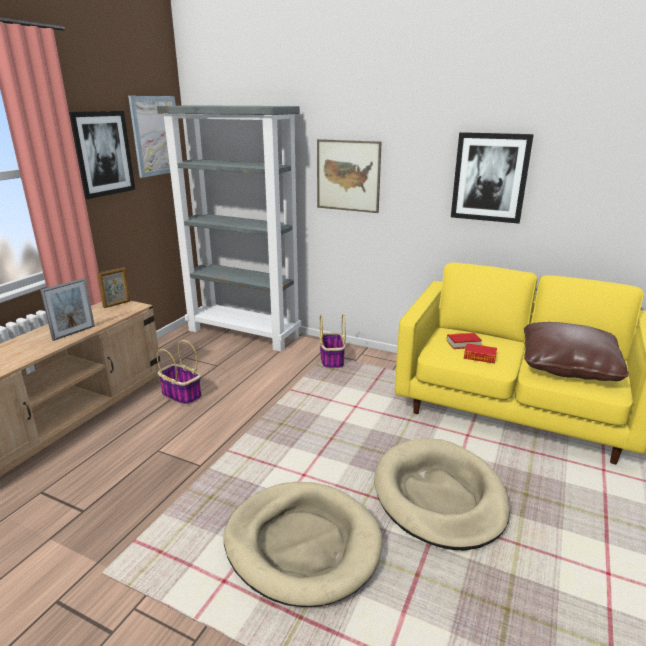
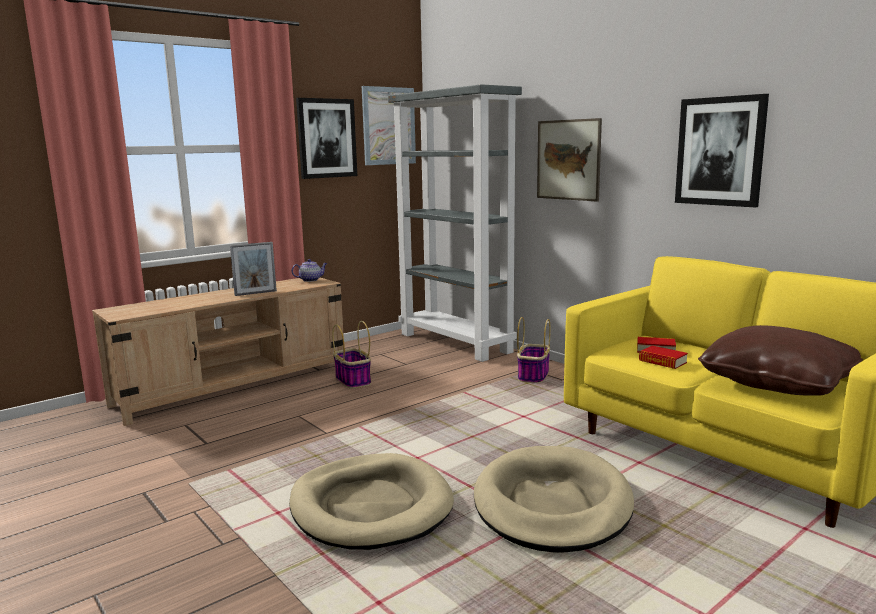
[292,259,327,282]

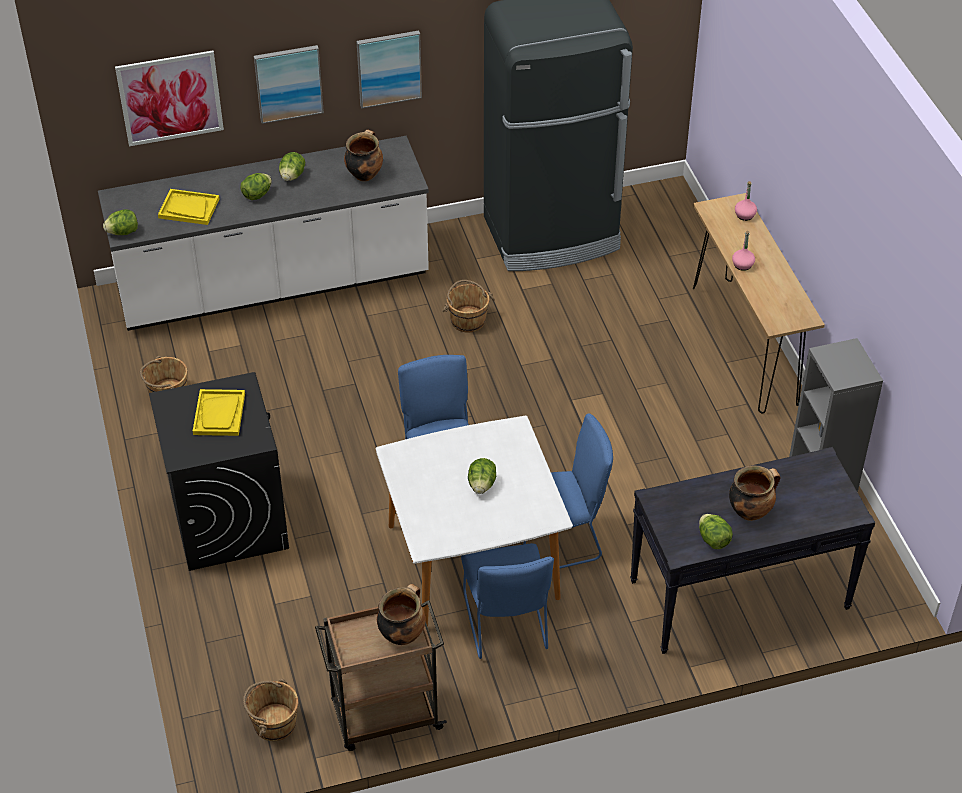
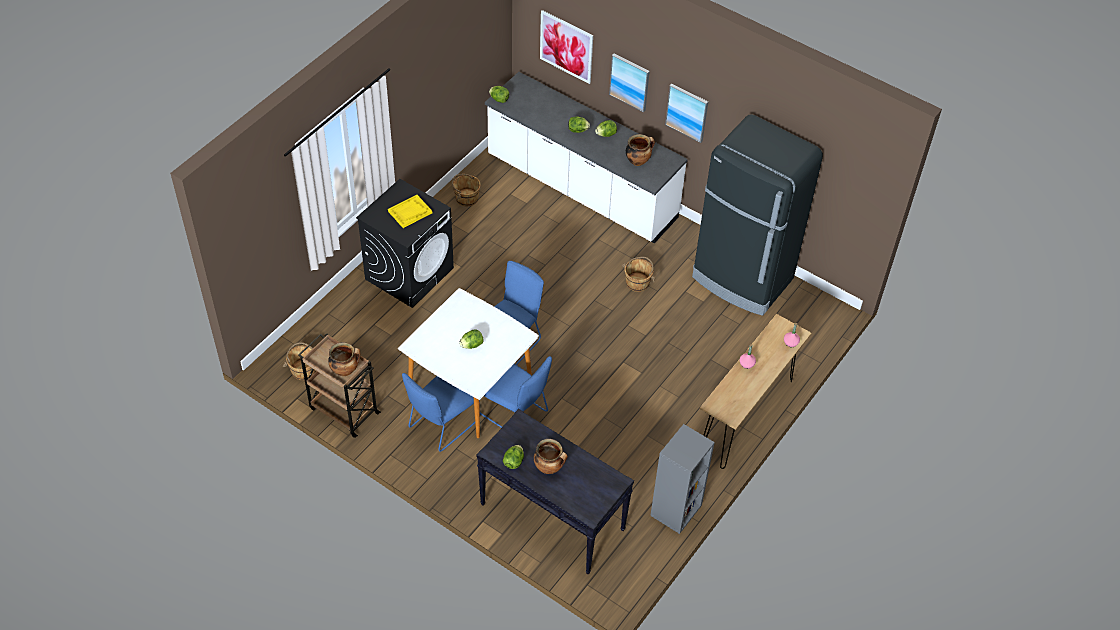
[158,189,219,225] (first image)

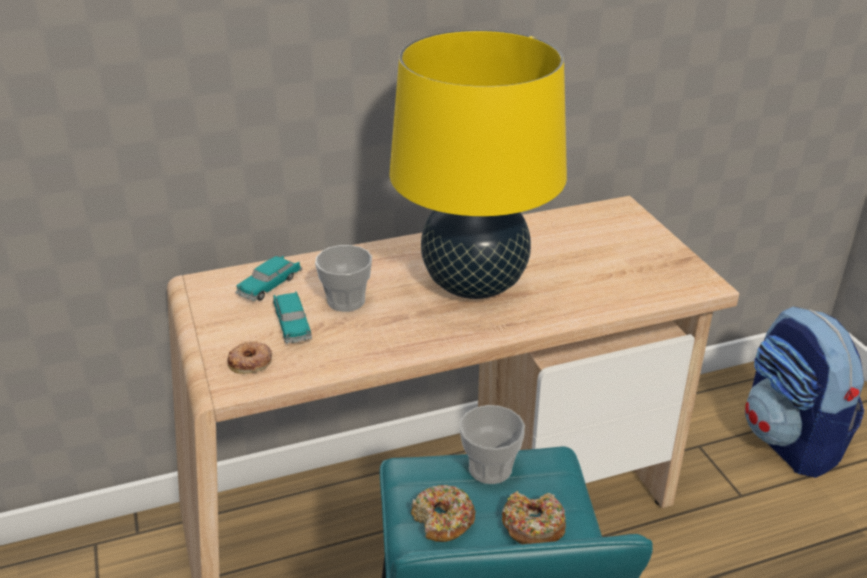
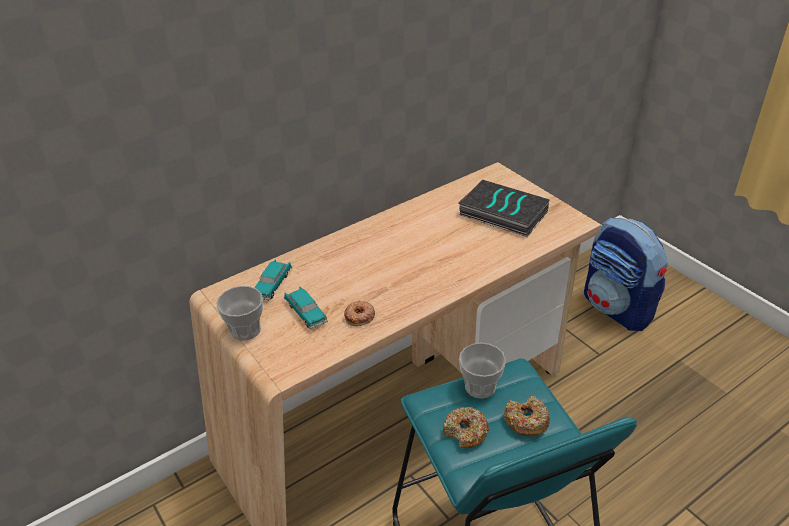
[389,30,567,299] (first image)
[216,286,263,341]
[344,301,375,326]
[459,180,549,237]

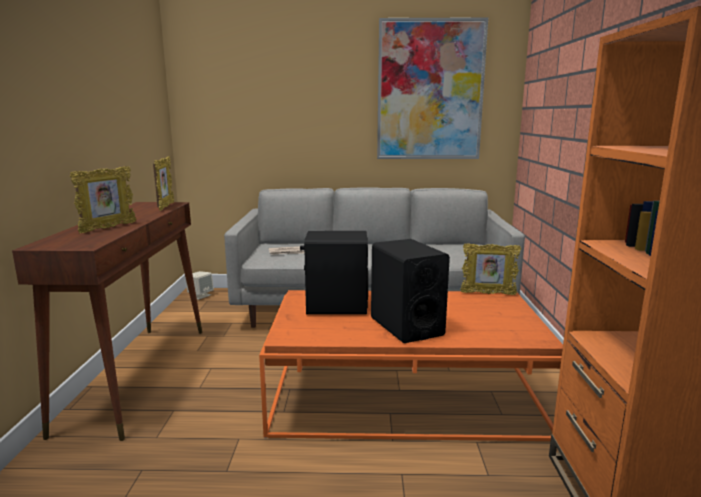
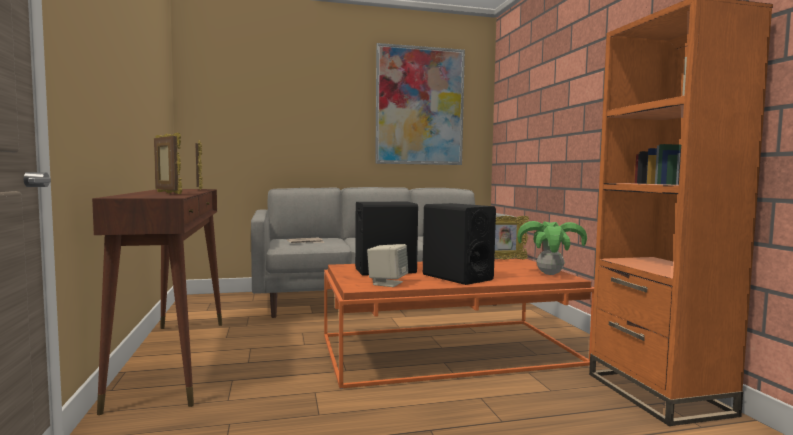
[154,133,182,194]
[367,244,408,287]
[517,221,587,275]

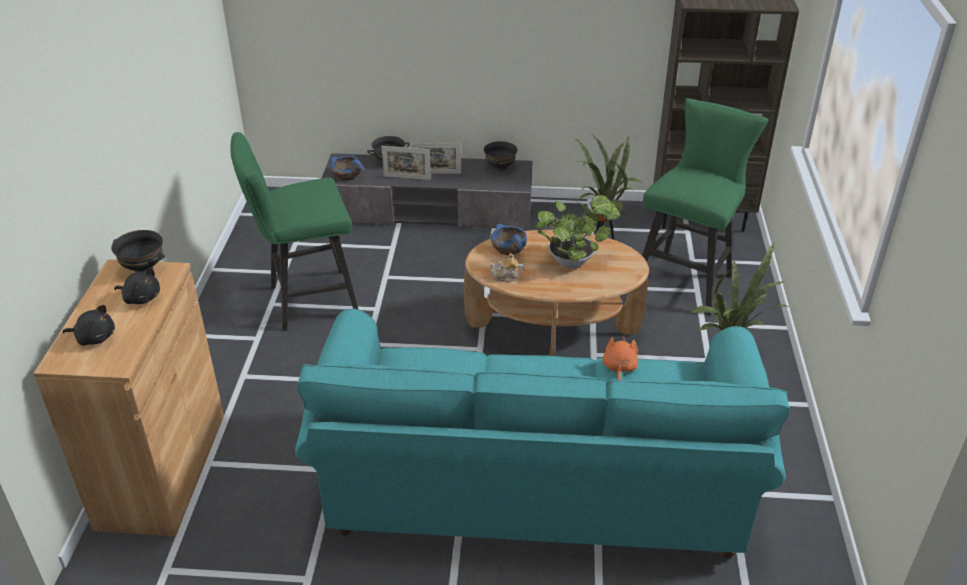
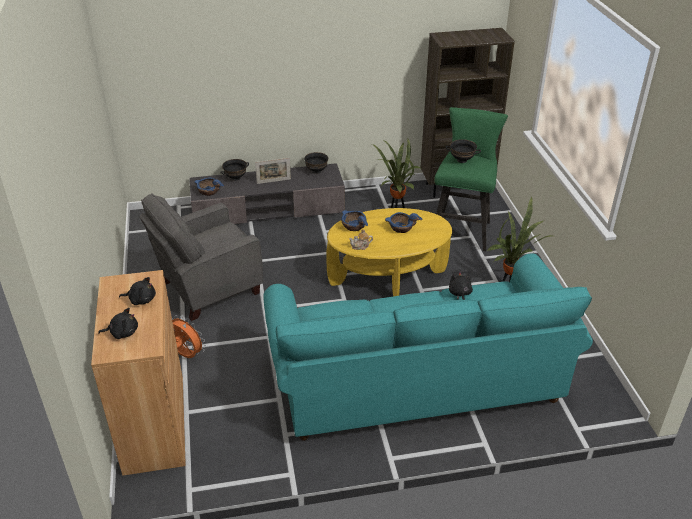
[139,193,263,321]
[382,146,431,180] (first image)
[385,212,423,233]
[446,139,481,163]
[326,208,452,296]
[449,272,473,300]
[172,315,206,358]

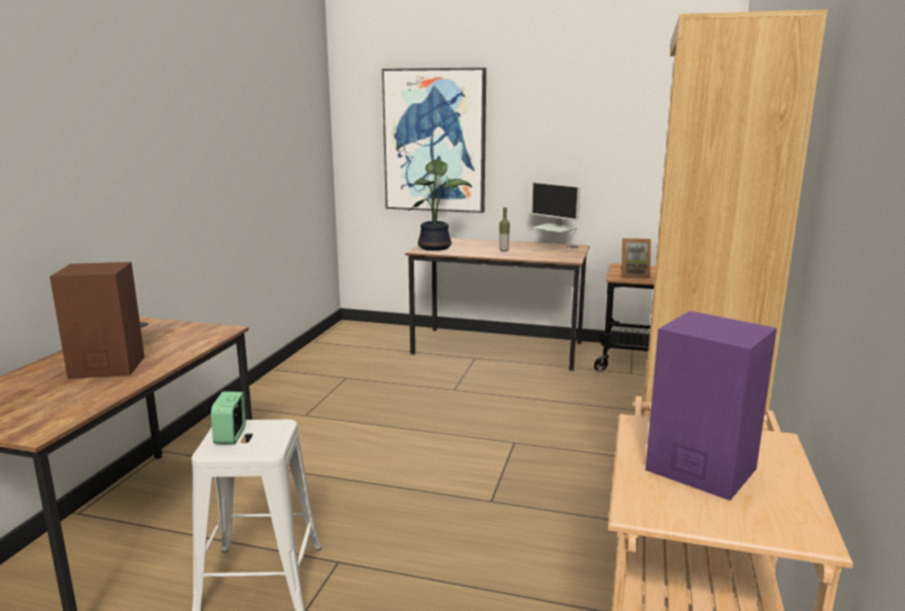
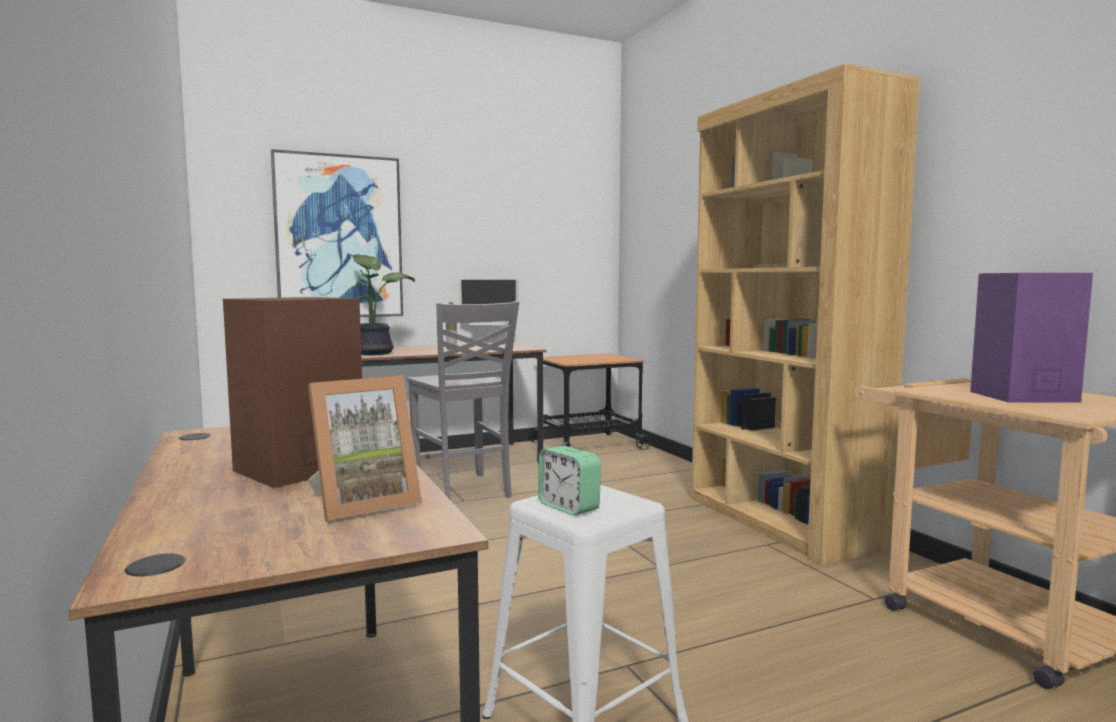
[308,375,422,521]
[407,301,519,500]

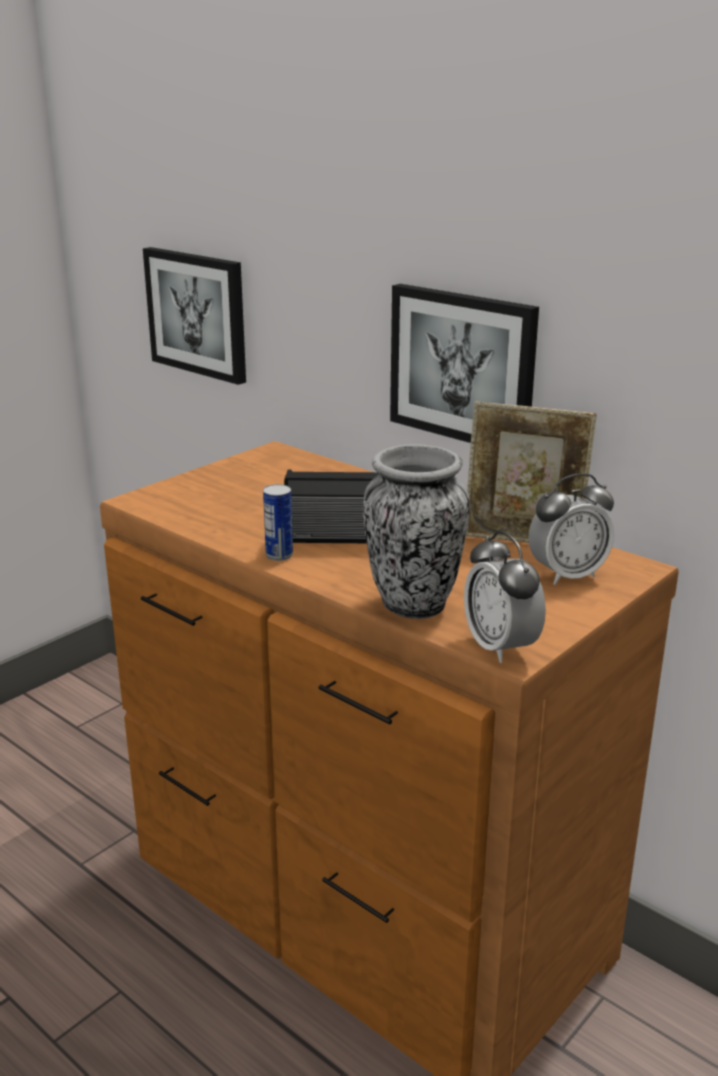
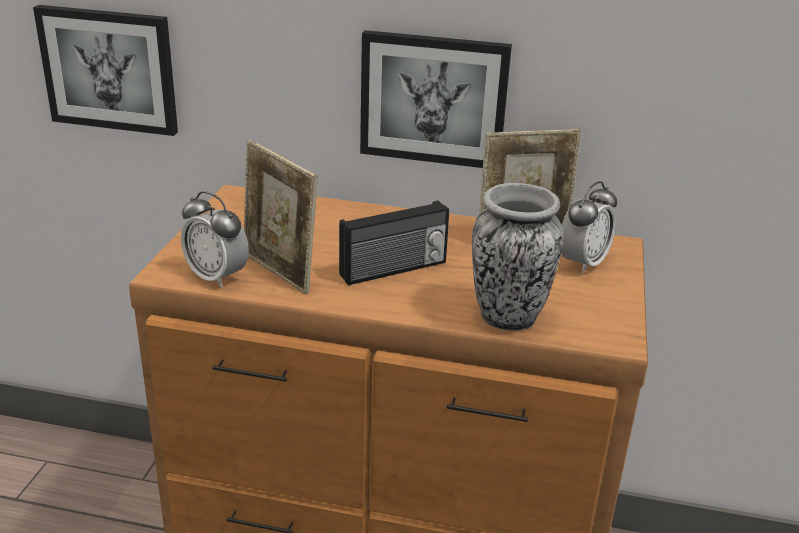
[263,484,293,561] (first image)
[181,191,249,288]
[244,140,318,295]

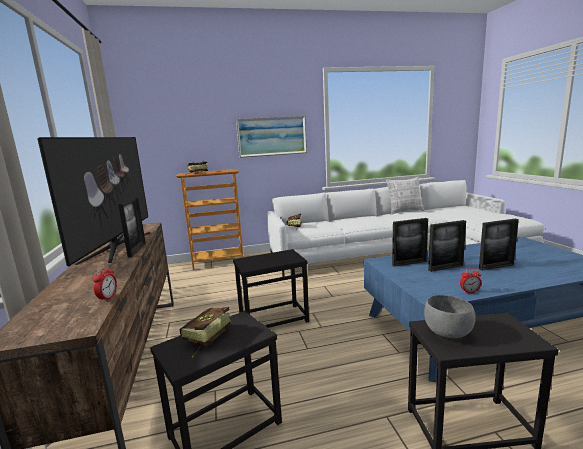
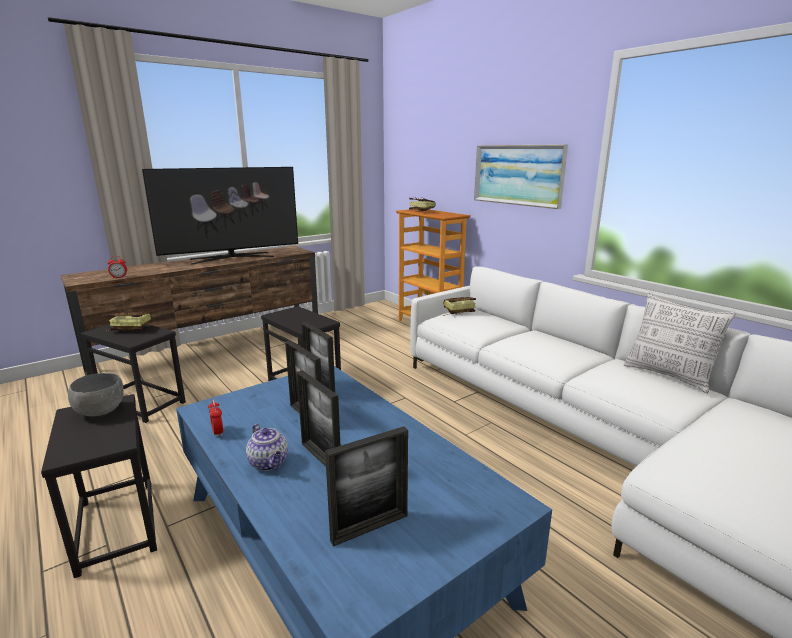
[325,426,408,547]
[246,424,288,471]

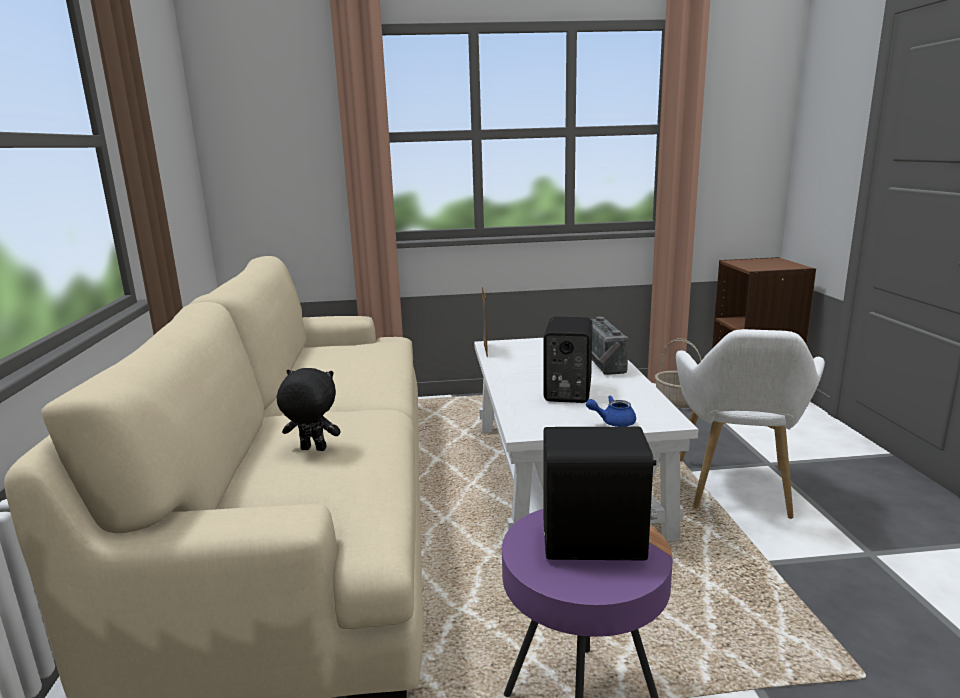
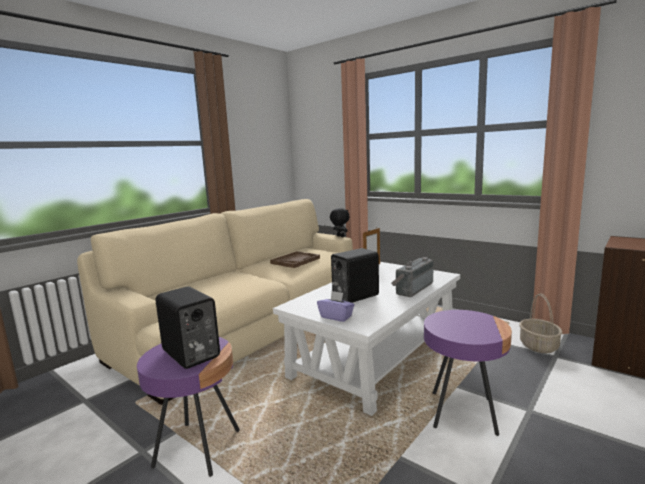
[424,310,512,436]
[330,208,350,237]
[317,291,355,322]
[270,251,320,268]

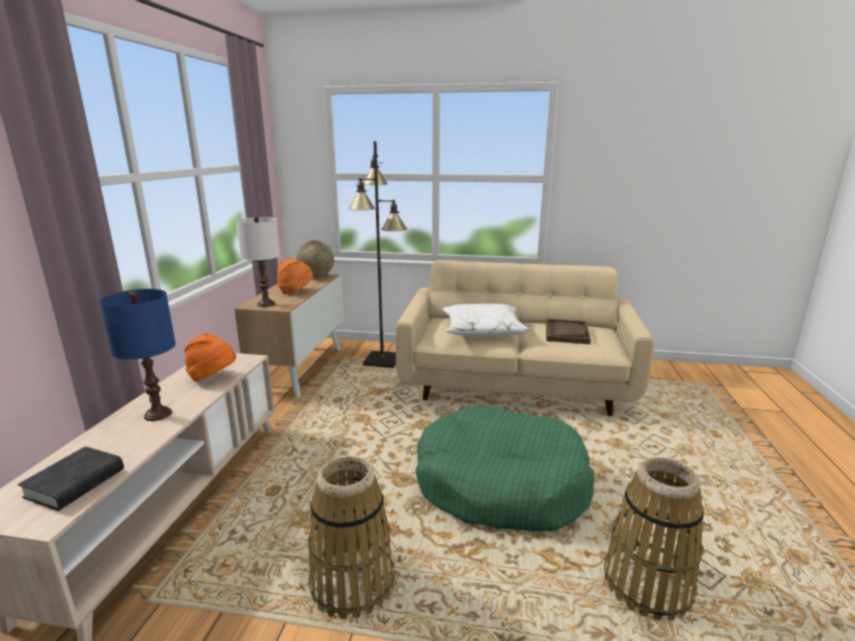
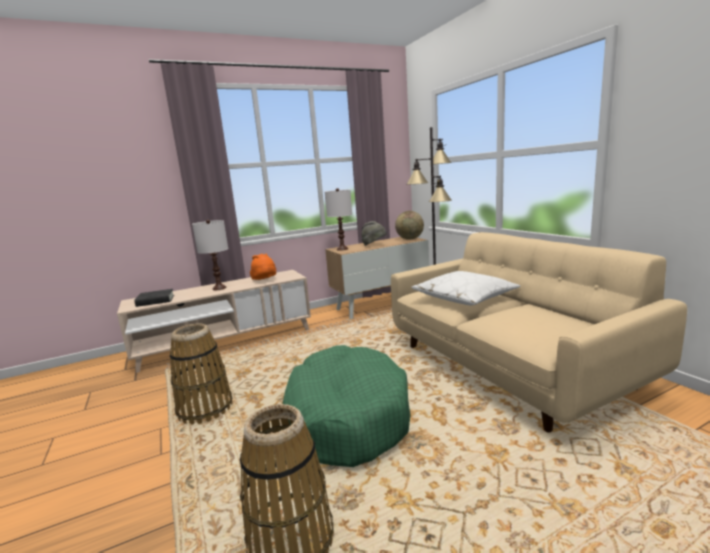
[362,221,387,246]
[192,220,228,290]
[546,319,591,344] (first image)

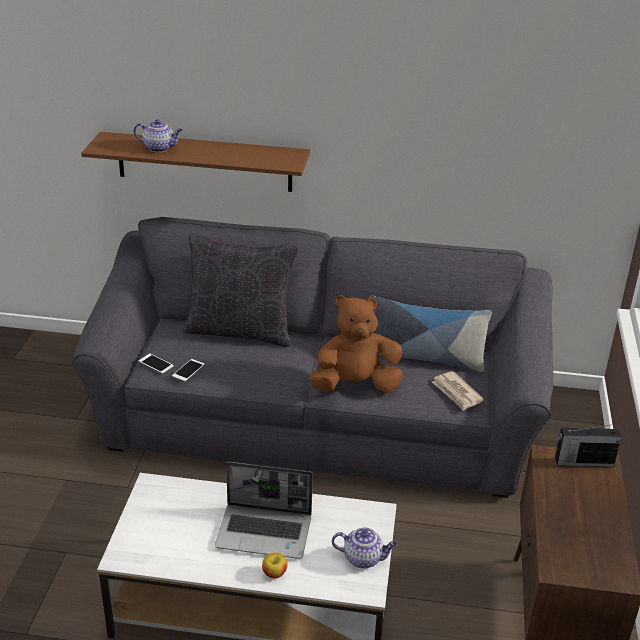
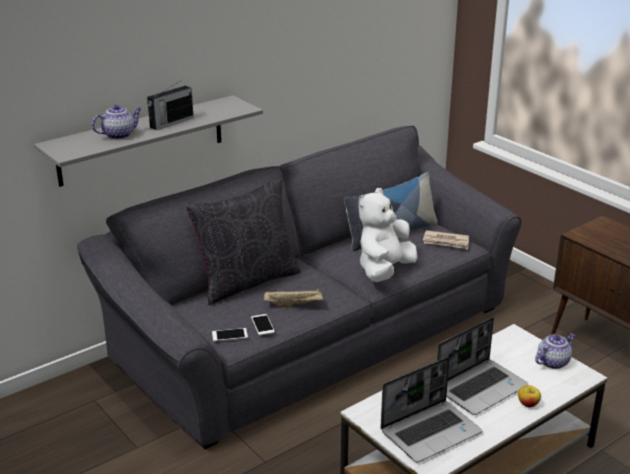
[34,95,263,187]
[358,188,417,282]
[147,79,194,130]
[264,289,323,308]
[380,357,482,463]

